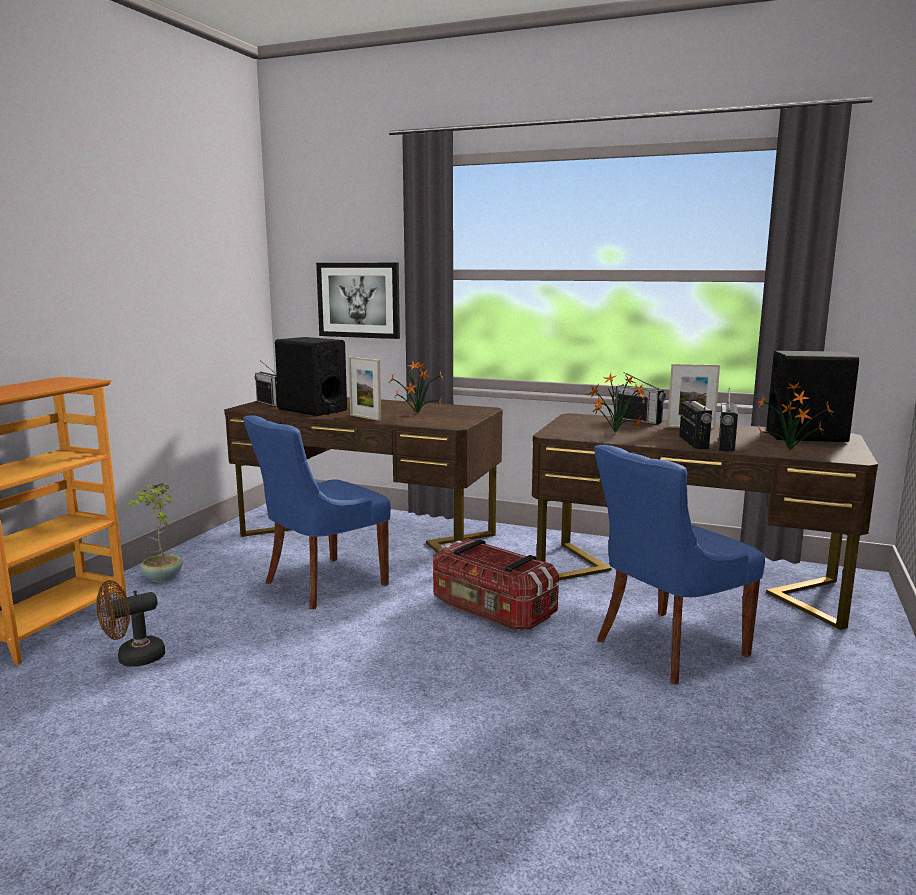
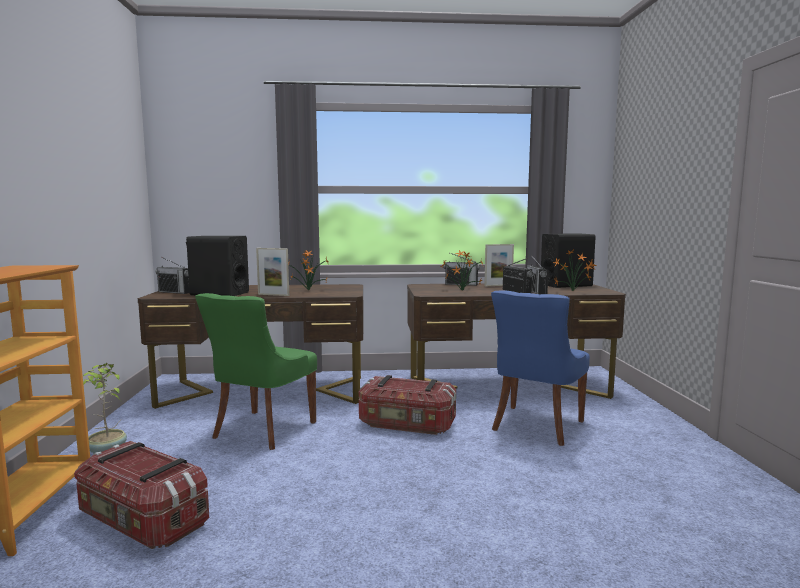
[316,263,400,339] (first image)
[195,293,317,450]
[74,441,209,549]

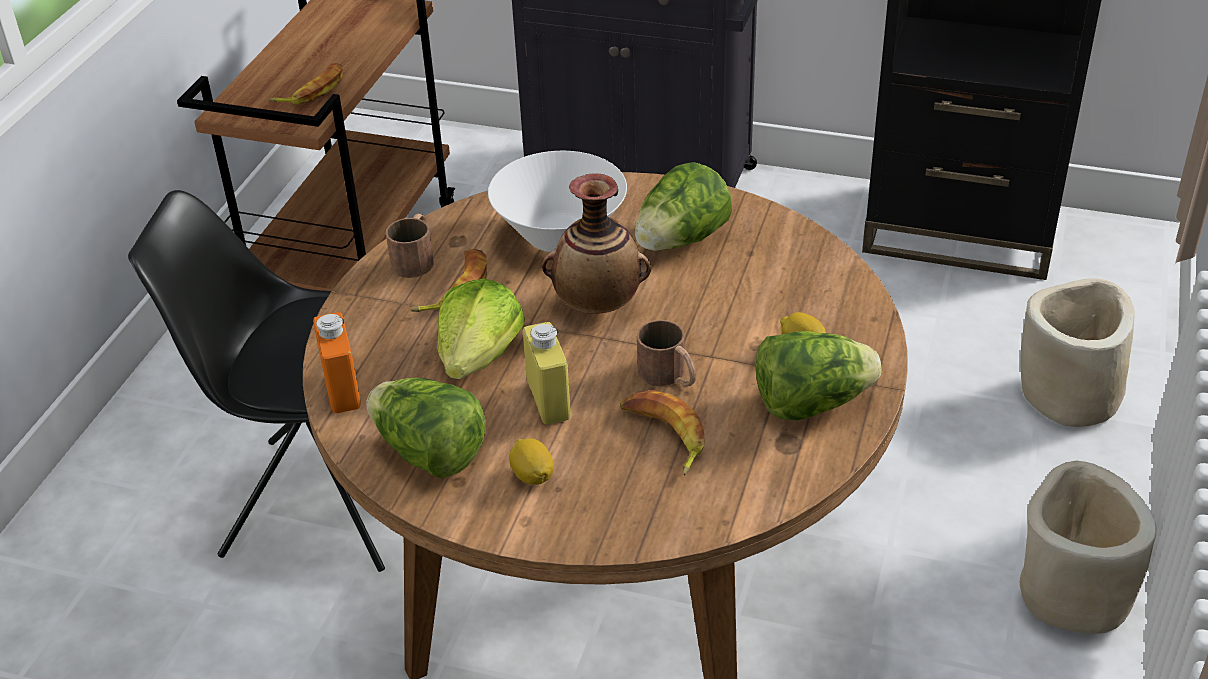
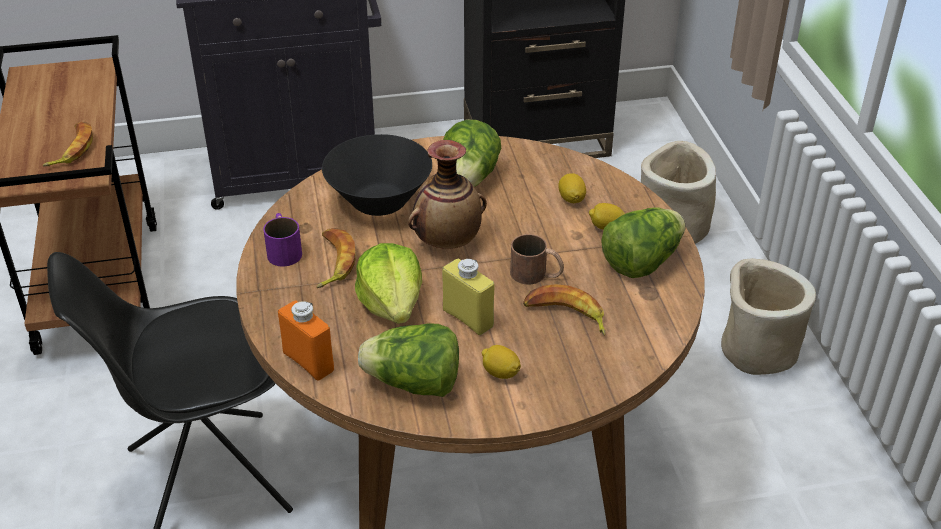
[322,134,432,216]
[263,213,302,267]
[558,173,586,203]

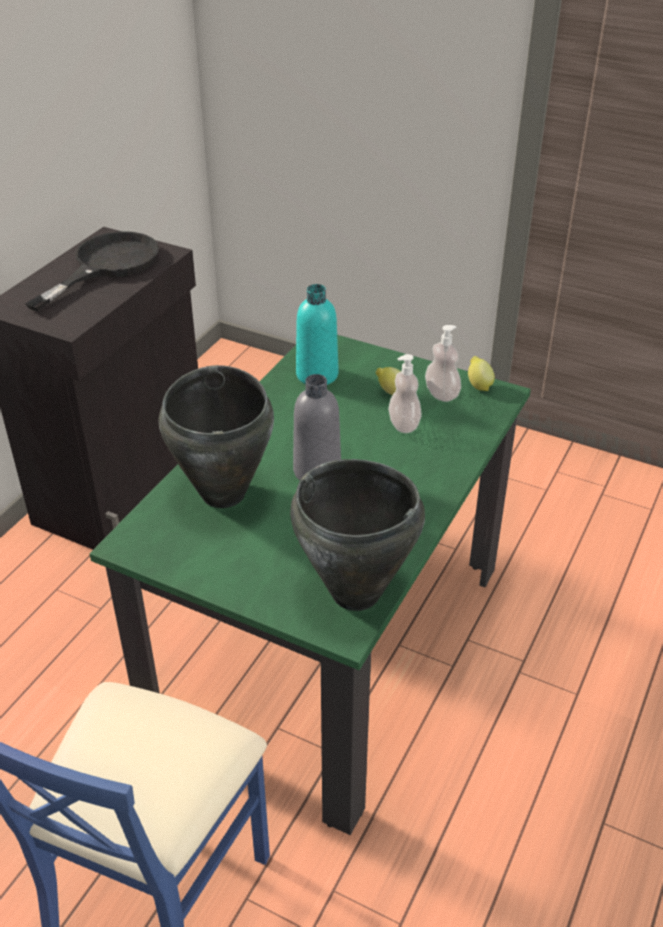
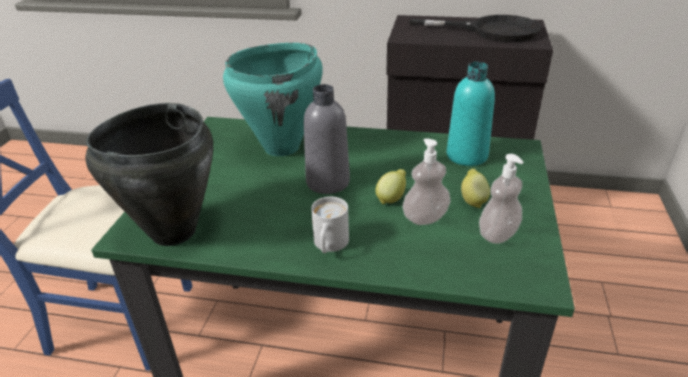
[376,169,406,204]
[223,43,323,156]
[311,197,349,253]

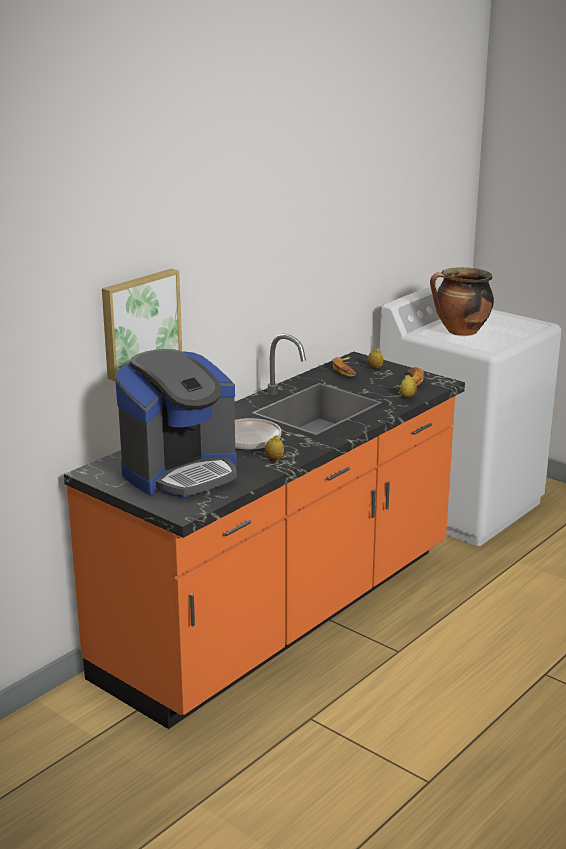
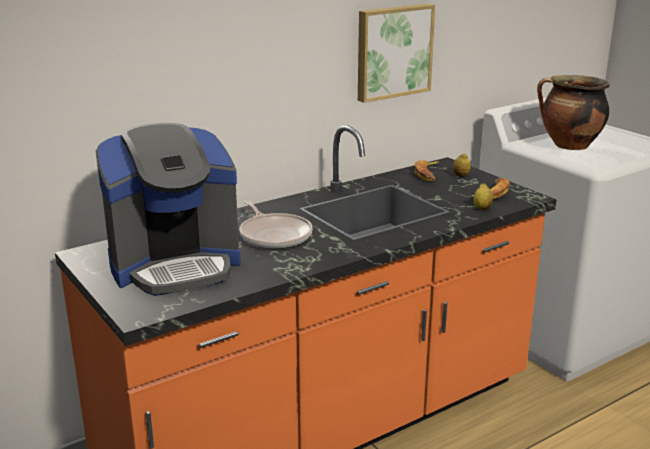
[358,4,435,103]
[265,435,284,461] (first image)

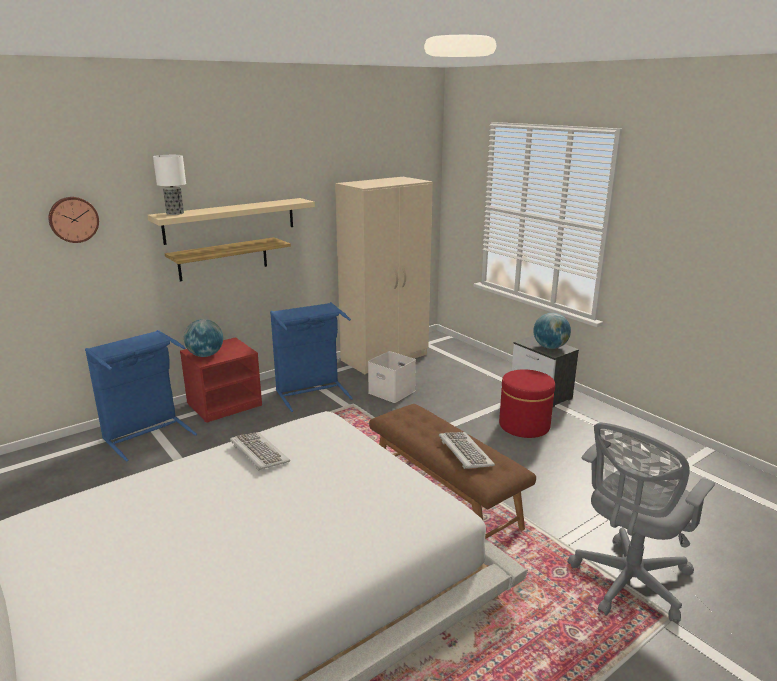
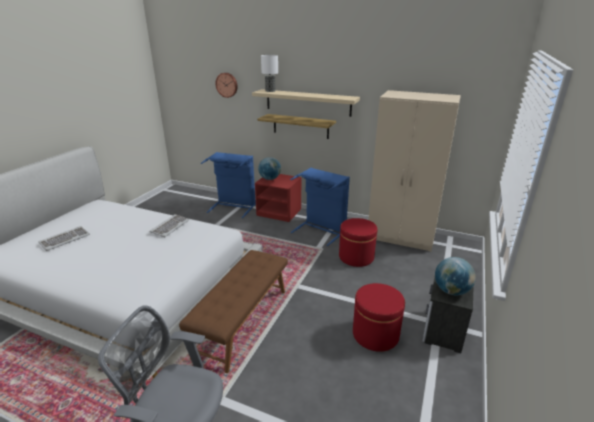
[339,218,377,267]
[38,226,90,251]

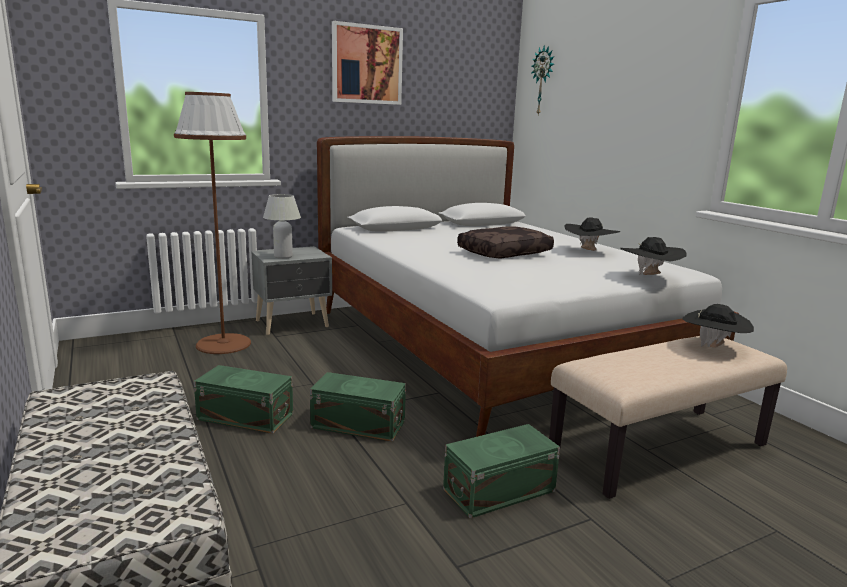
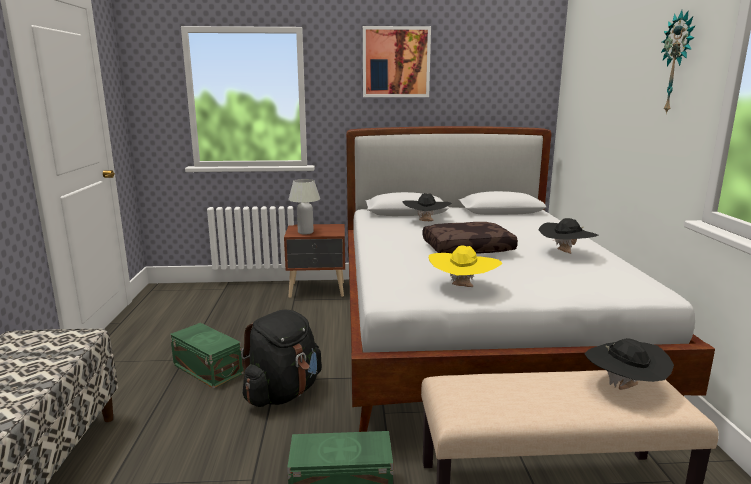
[661,10,695,114]
[174,92,251,354] (first image)
[402,193,452,221]
[284,224,345,298]
[241,309,322,407]
[429,245,502,287]

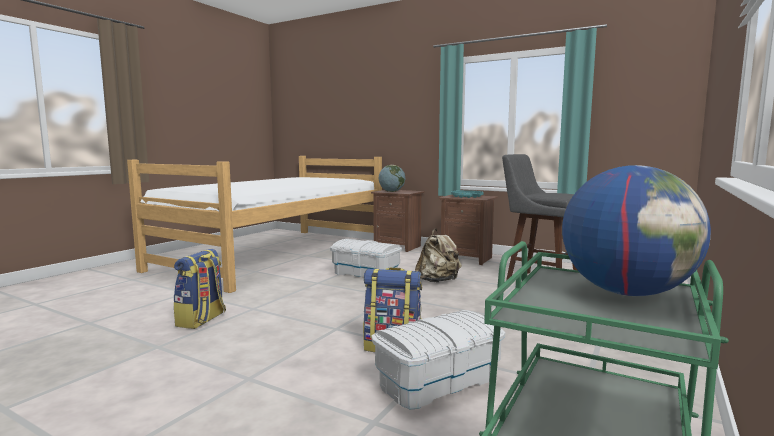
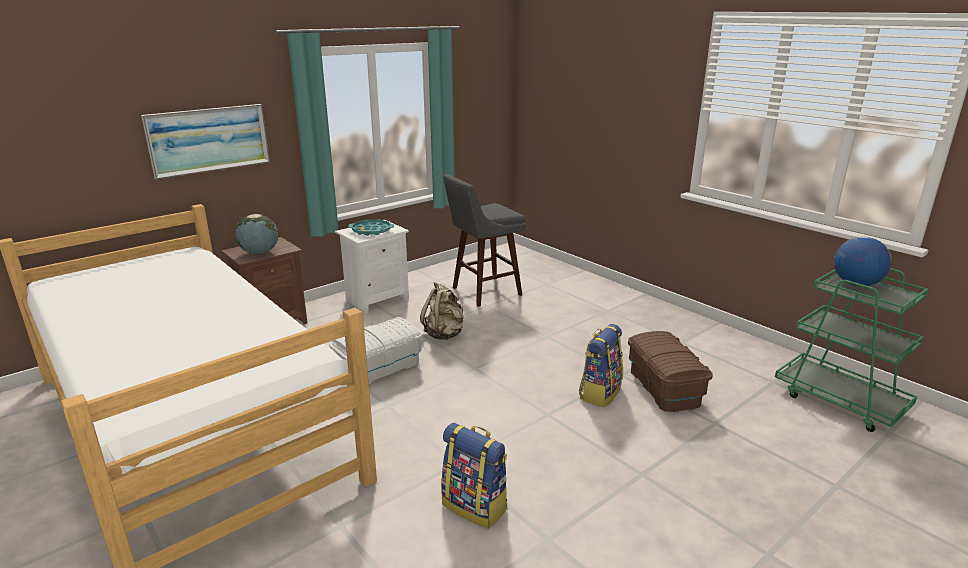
[335,220,409,314]
[628,331,713,412]
[141,104,270,180]

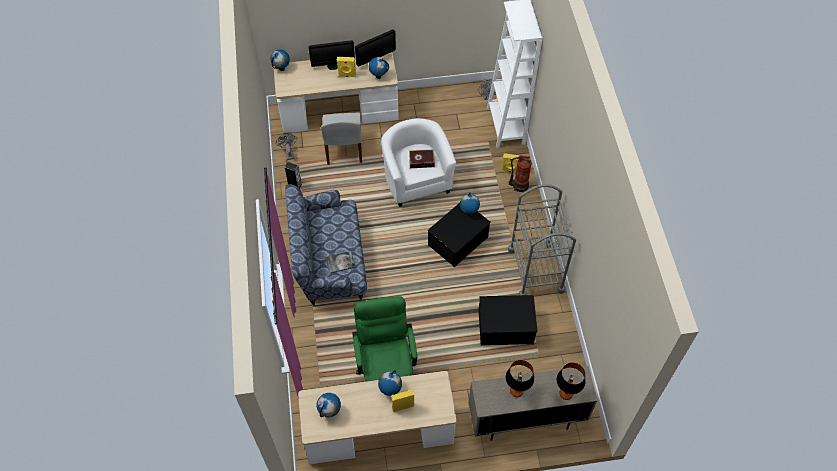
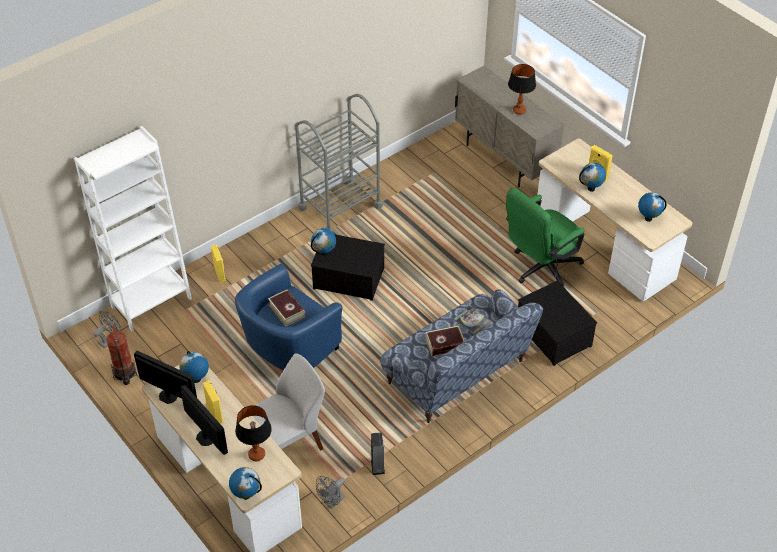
[235,264,342,370]
[106,325,137,385]
[518,281,597,366]
[235,405,272,461]
[426,326,464,356]

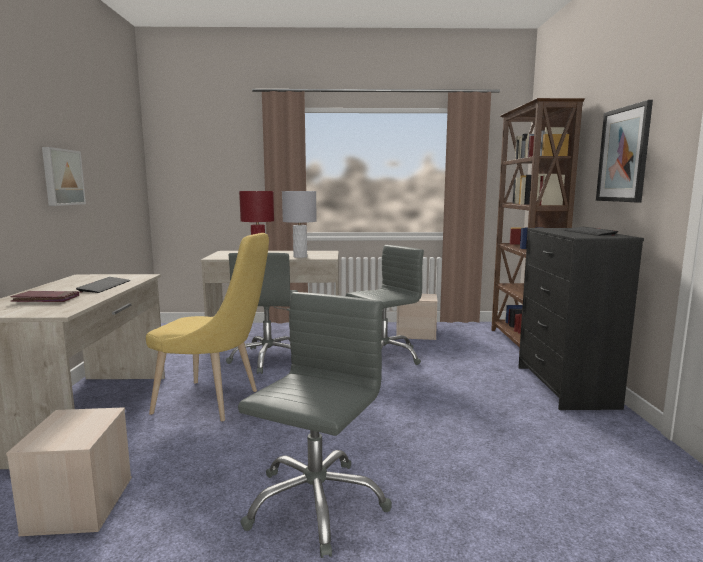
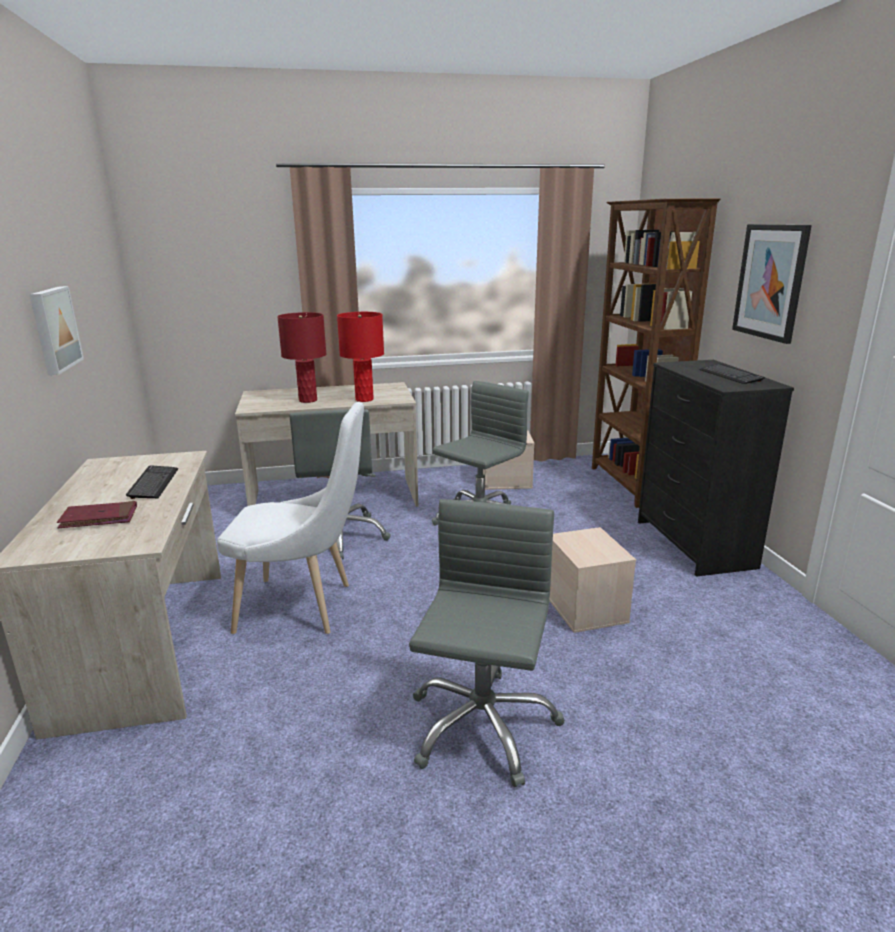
[337,312,384,402]
[217,402,364,634]
[549,527,636,633]

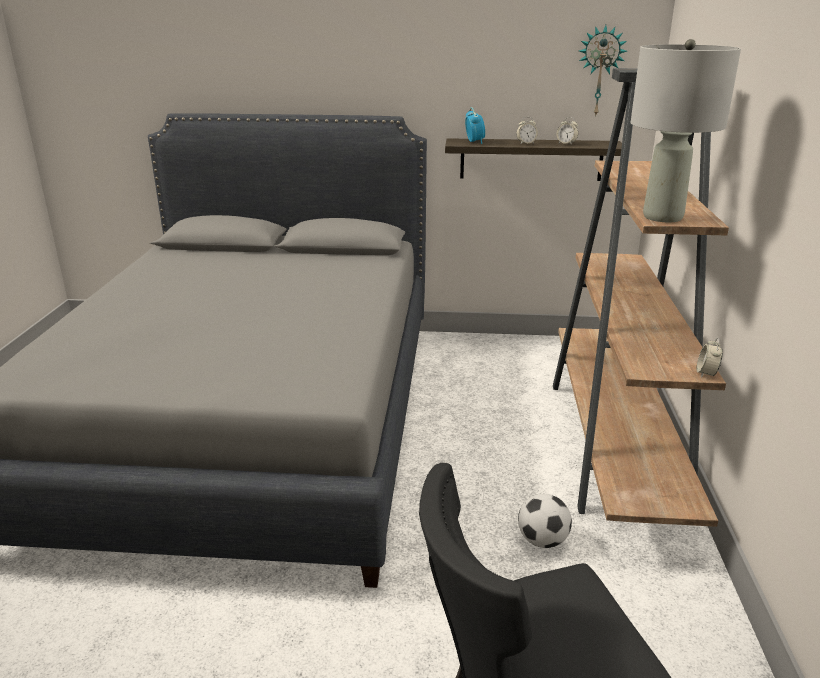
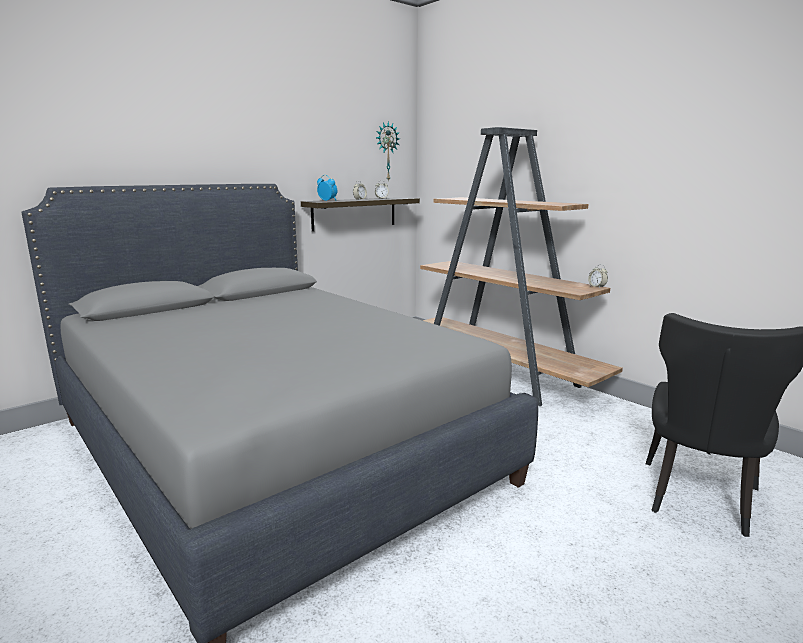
[630,39,741,222] (first image)
[518,494,572,548] (first image)

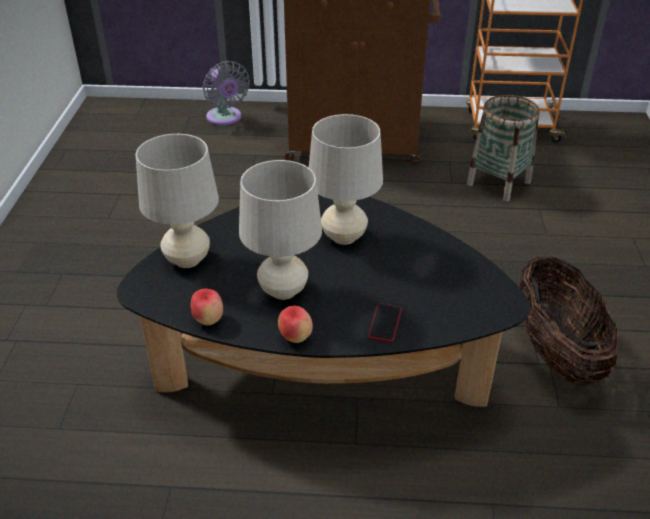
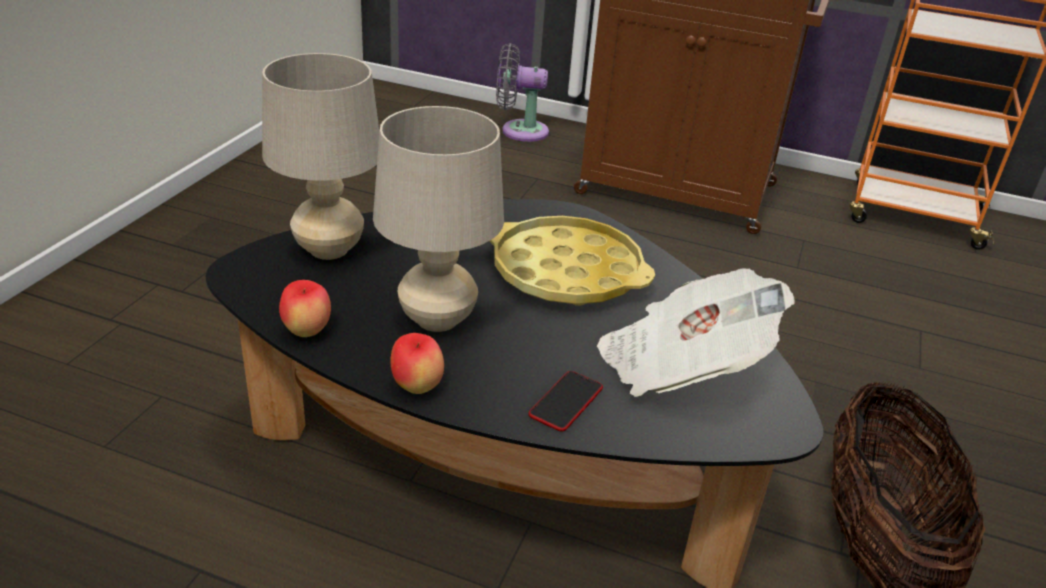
[496,43,549,142]
[467,95,540,202] (first image)
[489,216,655,306]
[597,268,795,397]

